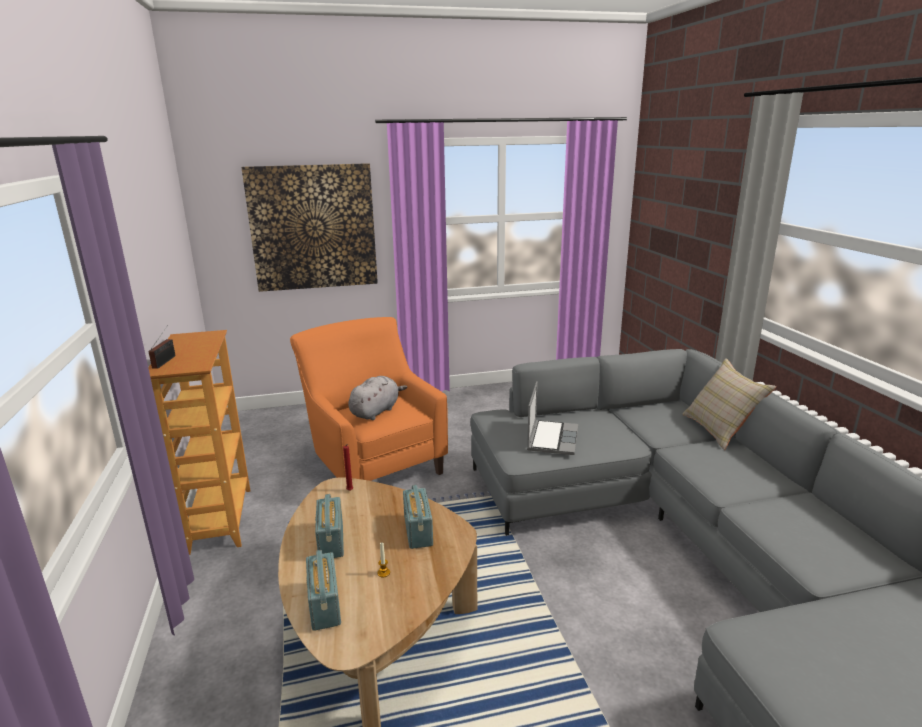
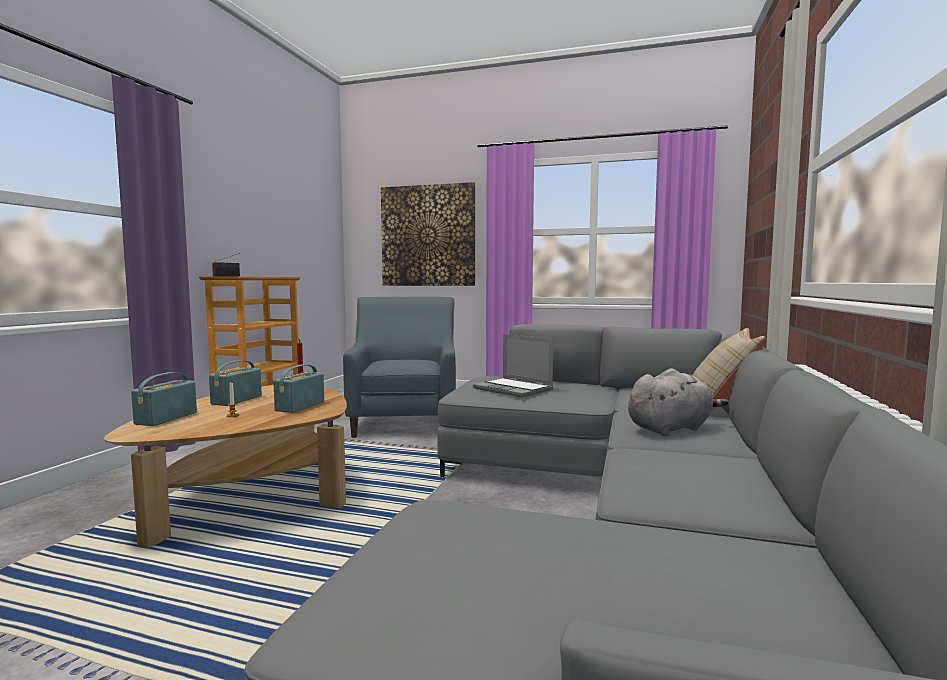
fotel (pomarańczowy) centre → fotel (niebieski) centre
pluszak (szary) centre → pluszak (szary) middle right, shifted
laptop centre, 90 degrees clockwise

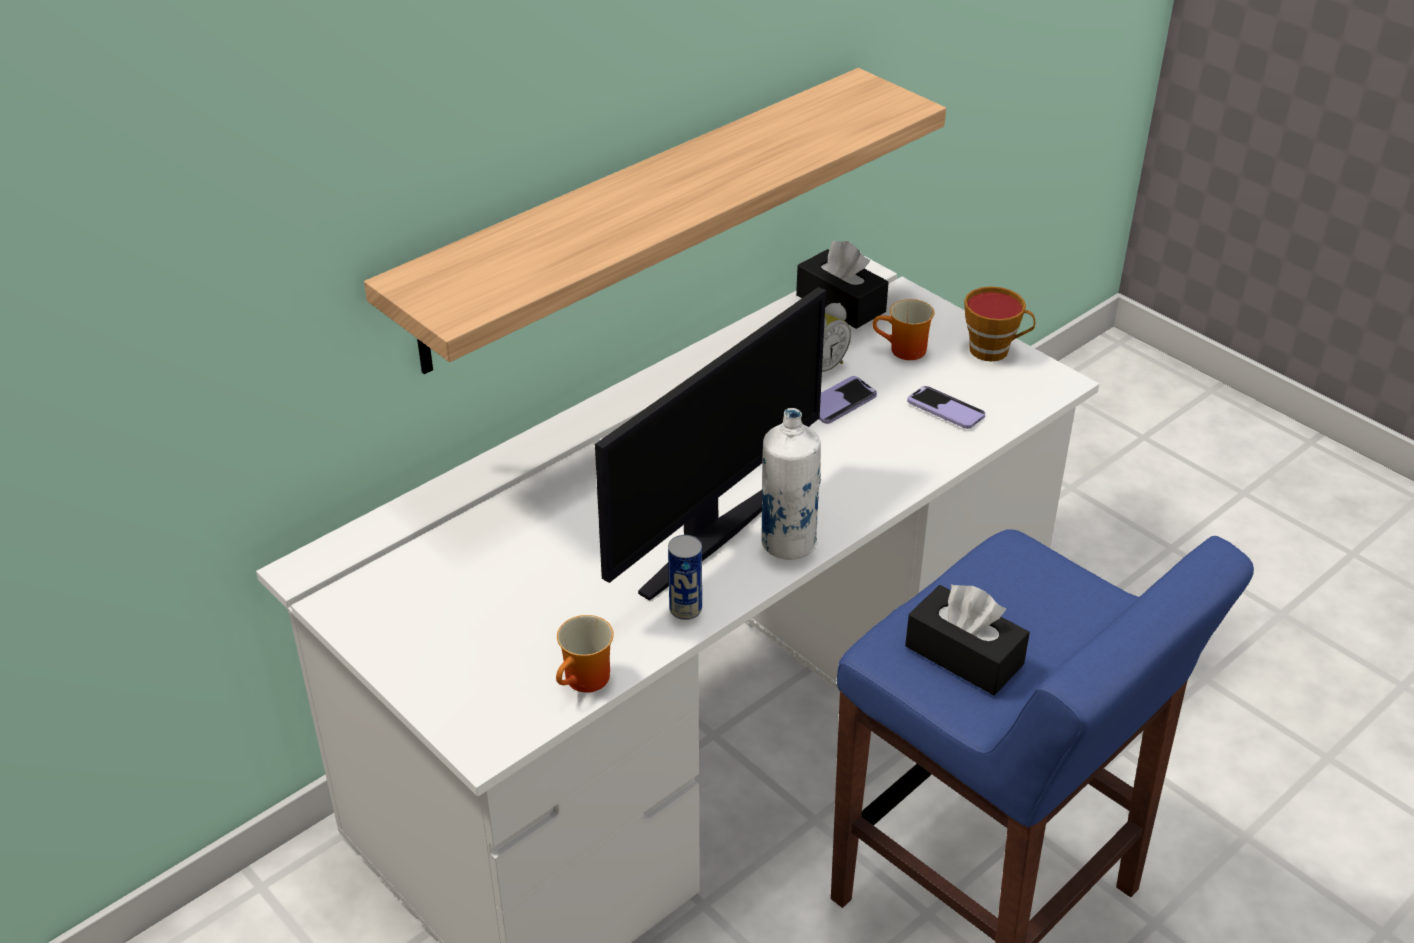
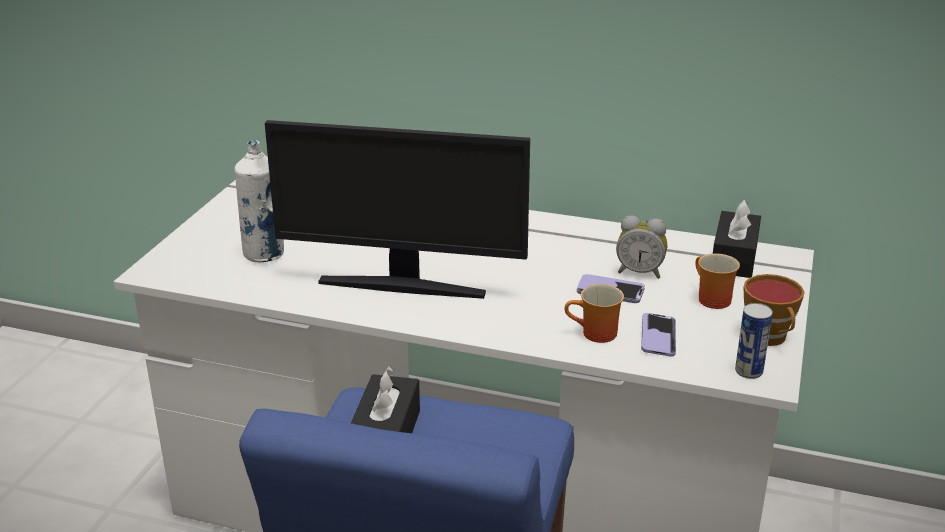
półka top centre → -
kubek (no. 1 from left) bottom centre → kubek (no. 1 from left) centre, shifted
puszka centre → puszka middle right, shifted
butelka (biały) centre → butelka (biały) middle left, shifted

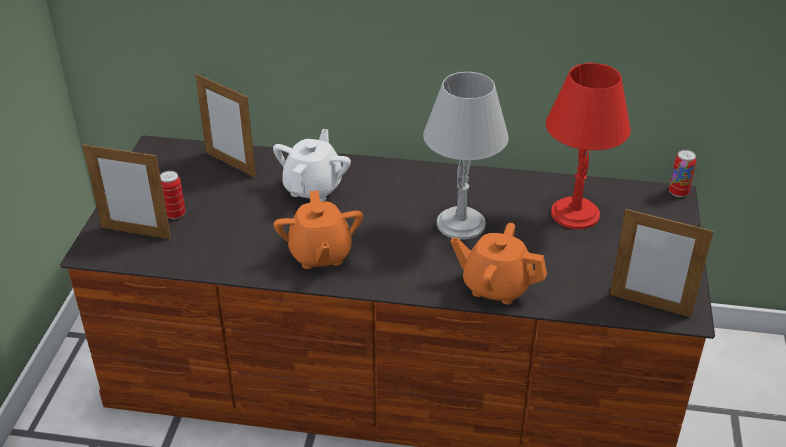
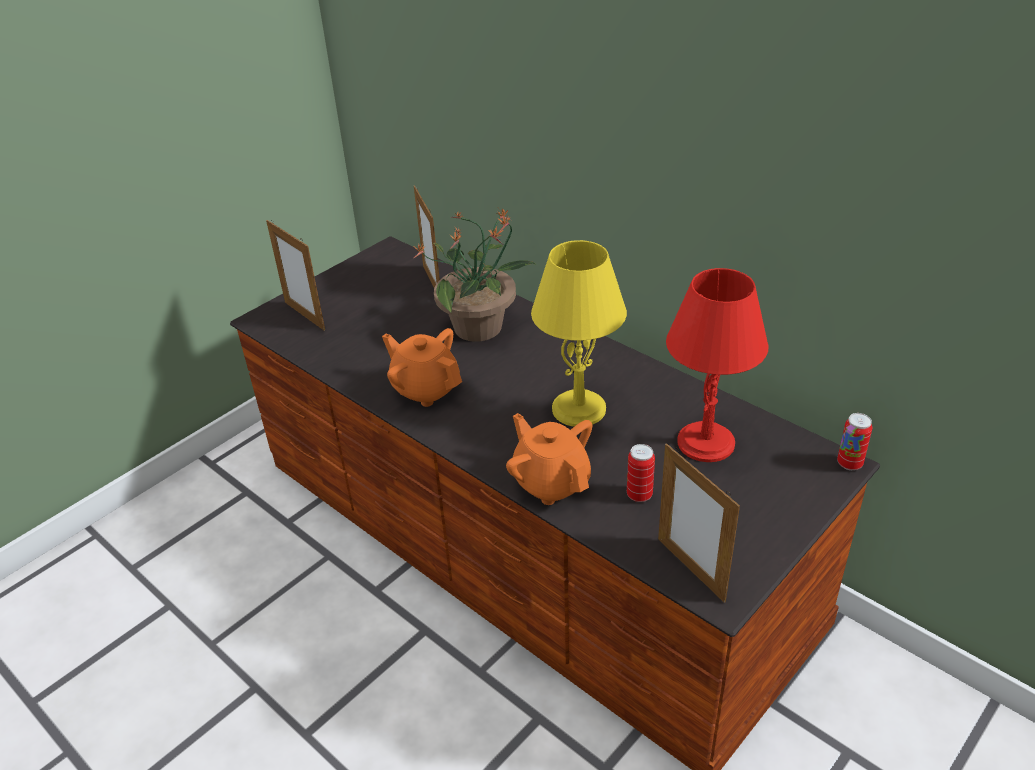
puszka (no. 1 from left) middle left → puszka (no. 1 from left) centre, shifted
imbryk (biały) centre → roślina doniczkowa centre
imbryk (pomarańczowy) (no. 1 from left) centre, 105 degrees clockwise
lampa stołowa (szary) centre → lampa stołowa (żółty) centre

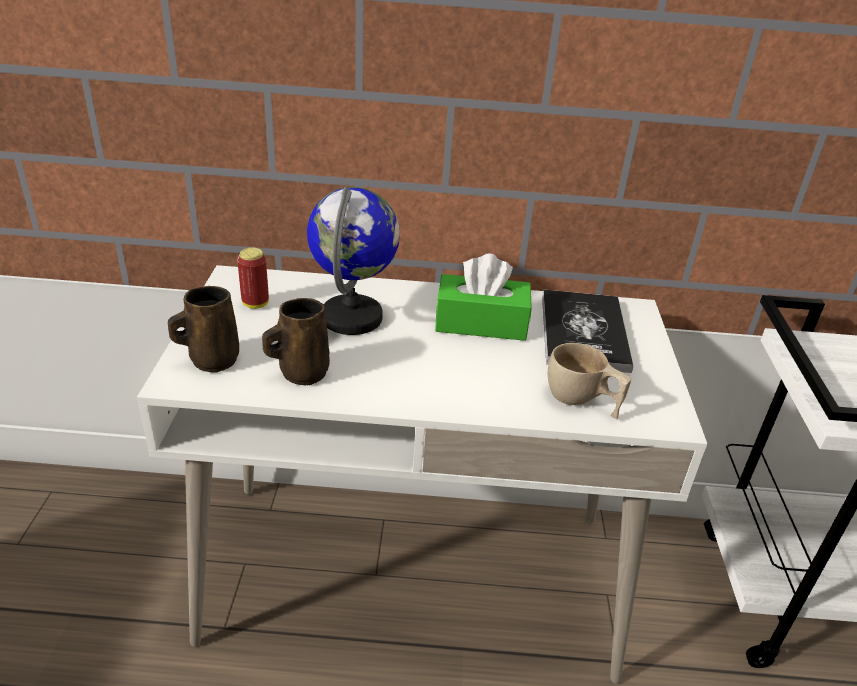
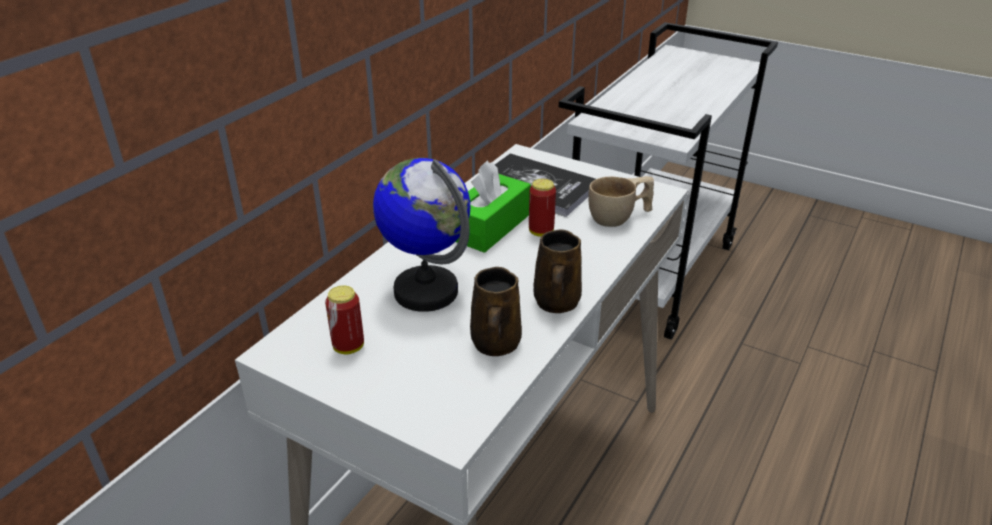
kubek (brązowy) (no. 1 from left in the first image) middle left → kubek (brązowy) (no. 2 from left) centre, shifted
- → puszka (no. 2 from left) centre

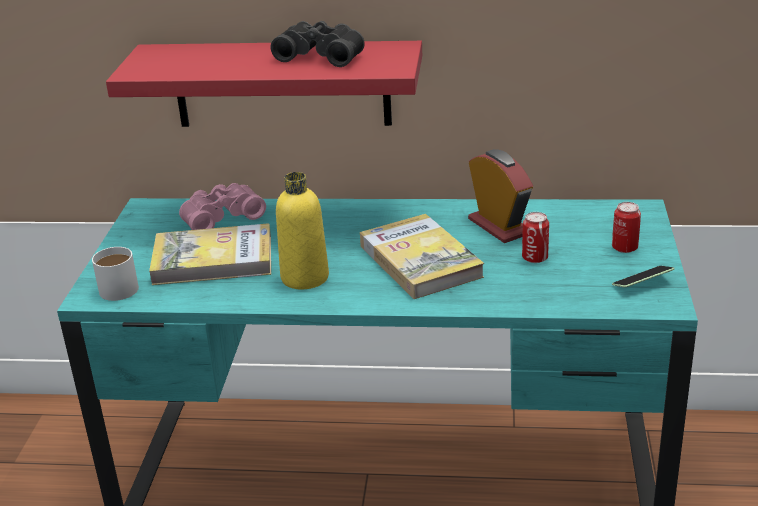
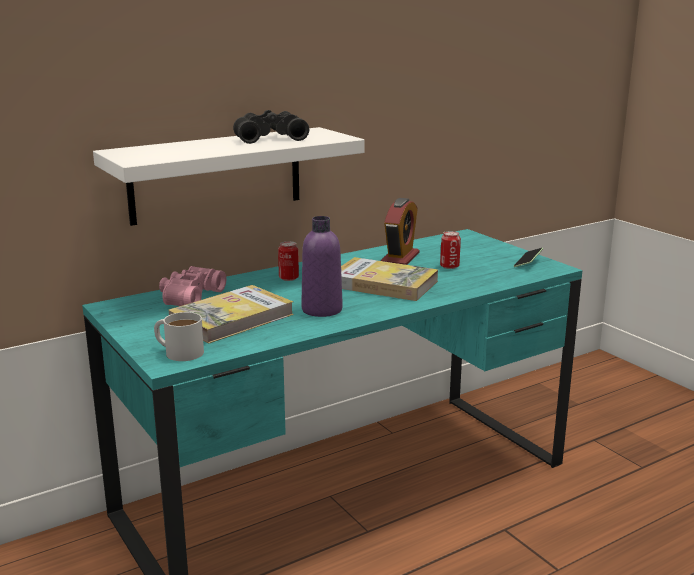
półka (czerwony) top centre → półka (biały) top left
butelka (żółty) centre → butelka (fioletowy) centre
budzik centre, 90 degrees clockwise
puszka (no. 2 from left in the first image) middle right → puszka (no. 1 from left) centre, shifted

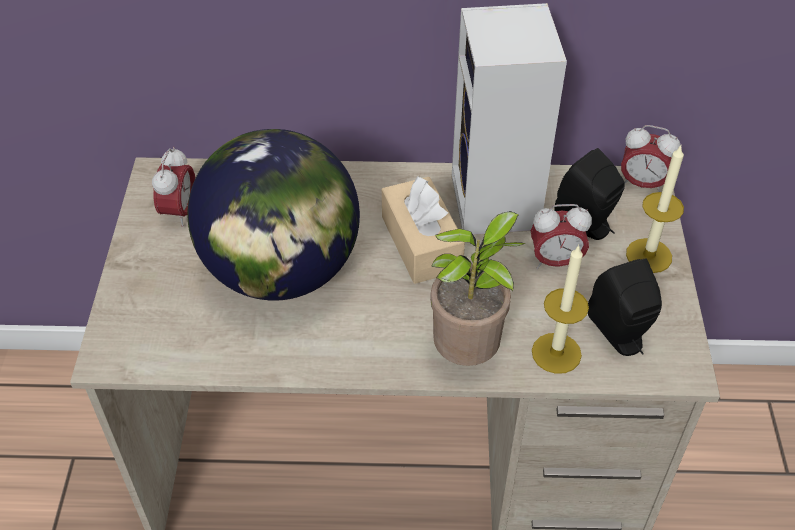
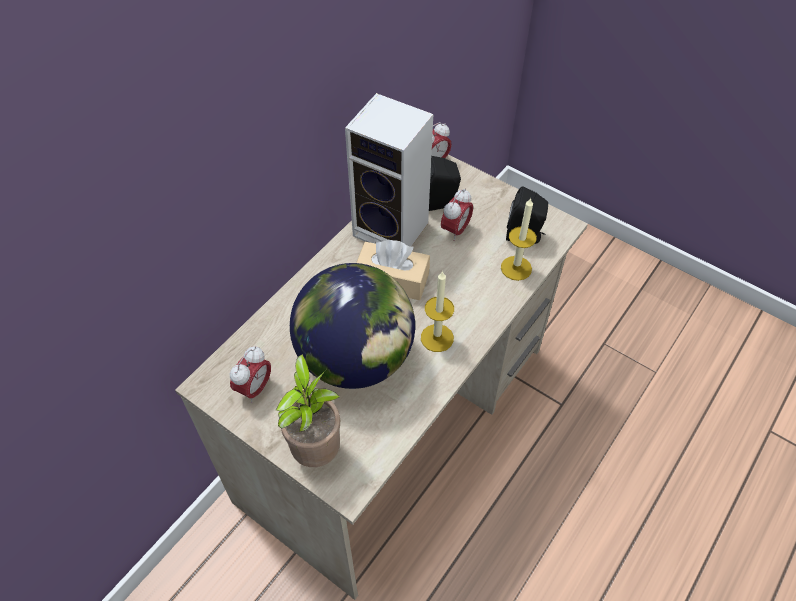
budzik (no. 1 from left) middle left, 75 degrees clockwise
roślina doniczkowa centre → roślina doniczkowa bottom centre, shifted
świeca (no. 2 from left in the first image) middle right → świeca (no. 1 from left) centre, shifted

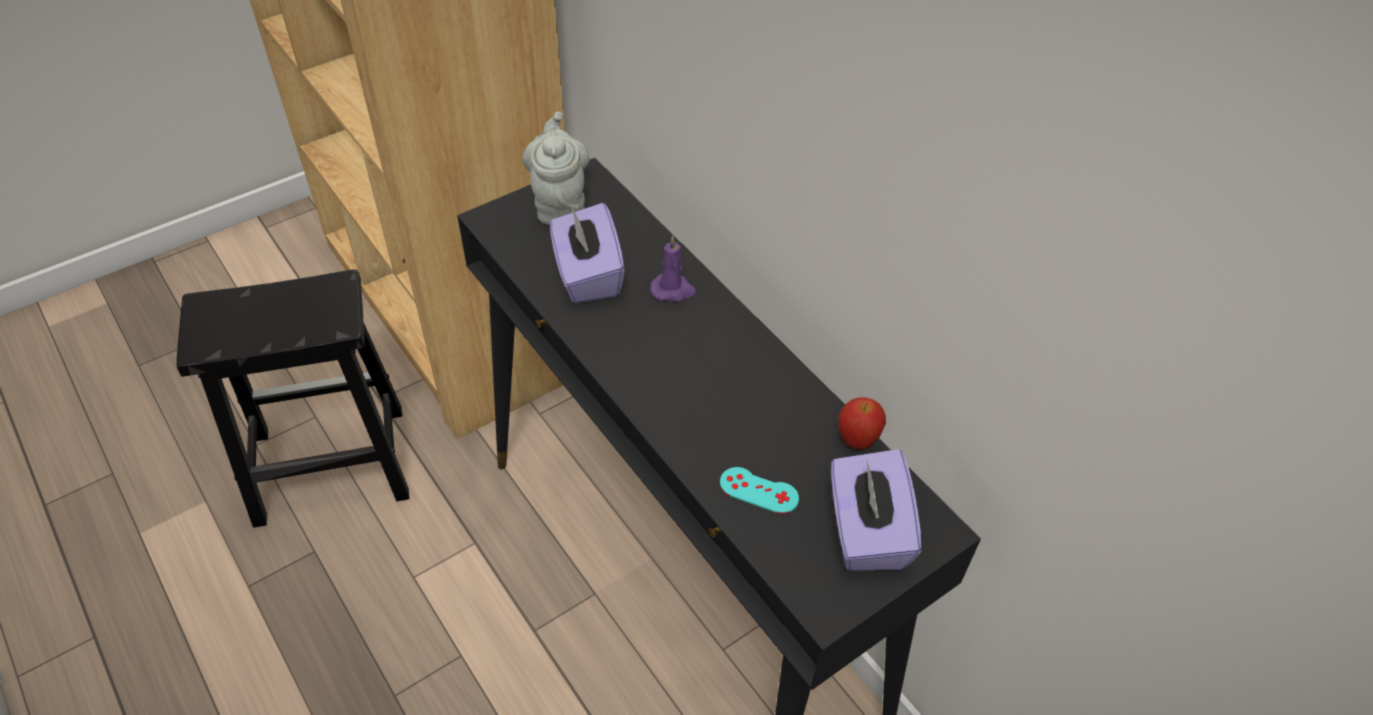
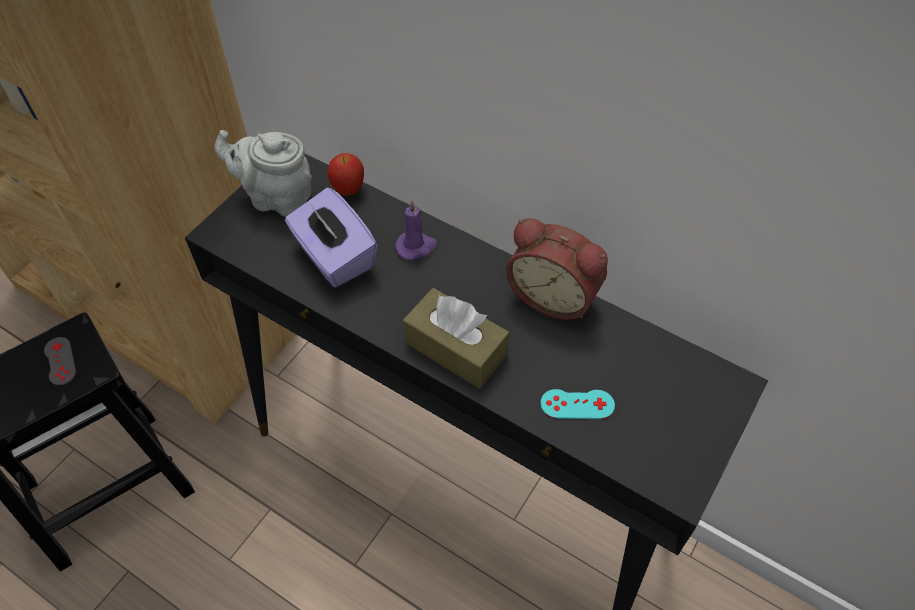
imbryk (szary) top centre → imbryk (szary) top left, 45 degrees counterclockwise
pudełko chusteczek (fioletowy) (no. 2 from left) bottom centre → -
jabłko centre → jabłko top centre, shifted
- → pad do gier (szary) middle left
- → pudełko chusteczek (brązowy) centre
- → budzik centre

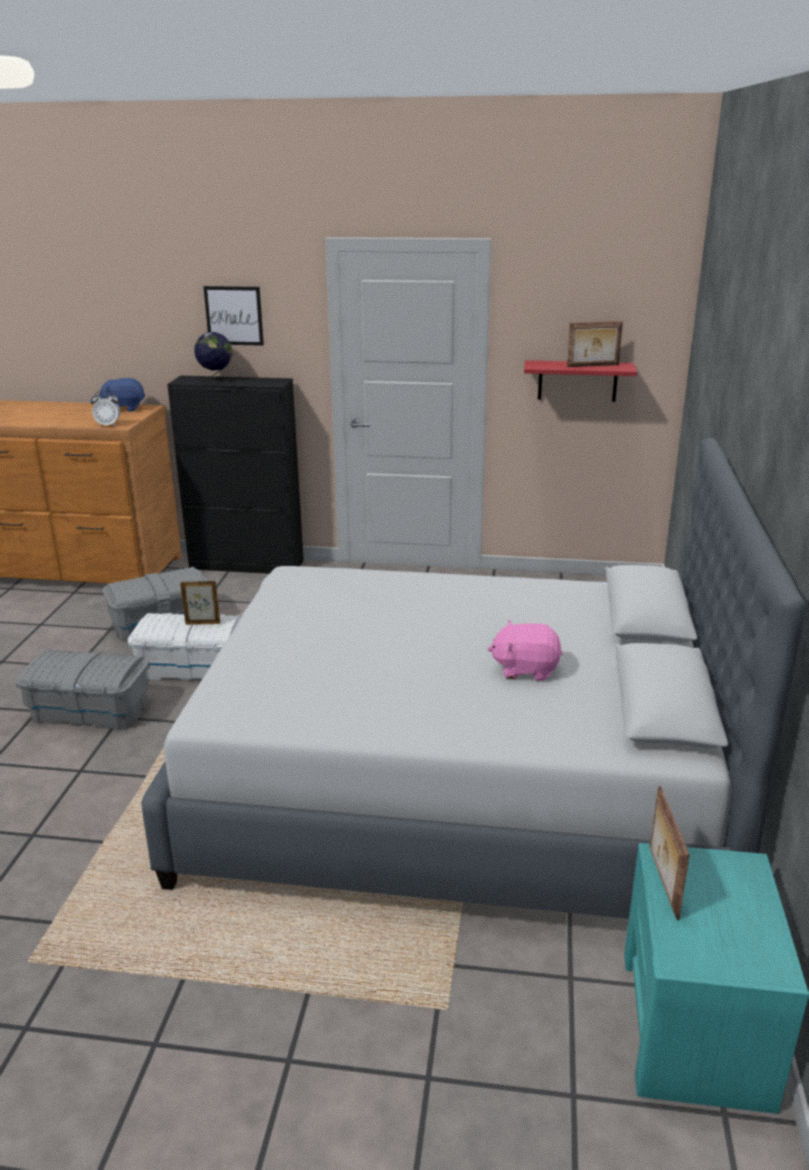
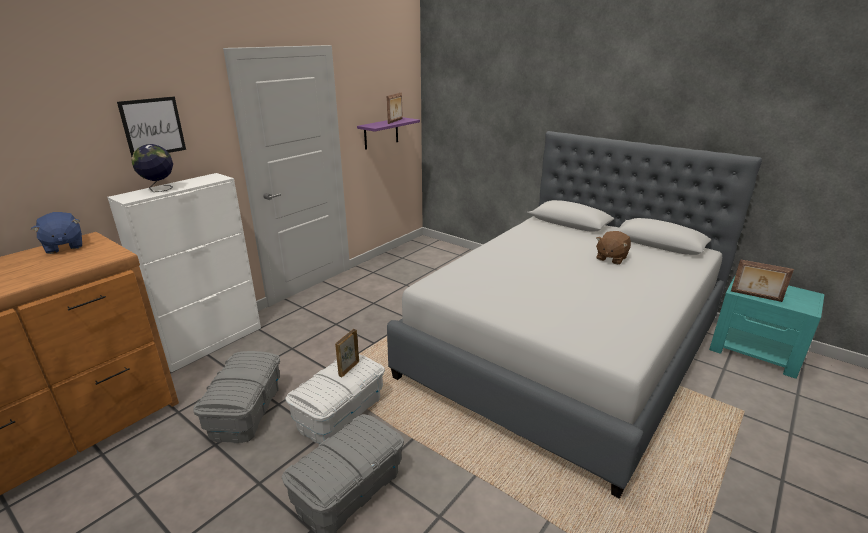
budzik middle left → -
pluszak (niebieski) middle left, 60 degrees counterclockwise
szafka (czarny) middle left → szafka (biały) middle left
pluszak (różowy) centre → pluszak (brązowy) middle right
półka (czerwony) top right → półka (fioletowy) top centre

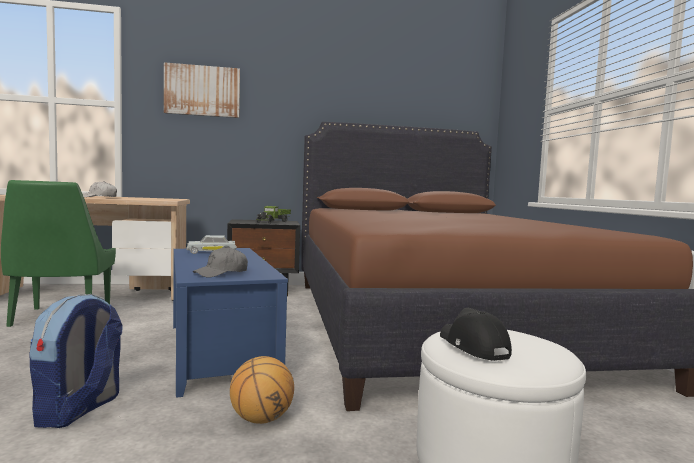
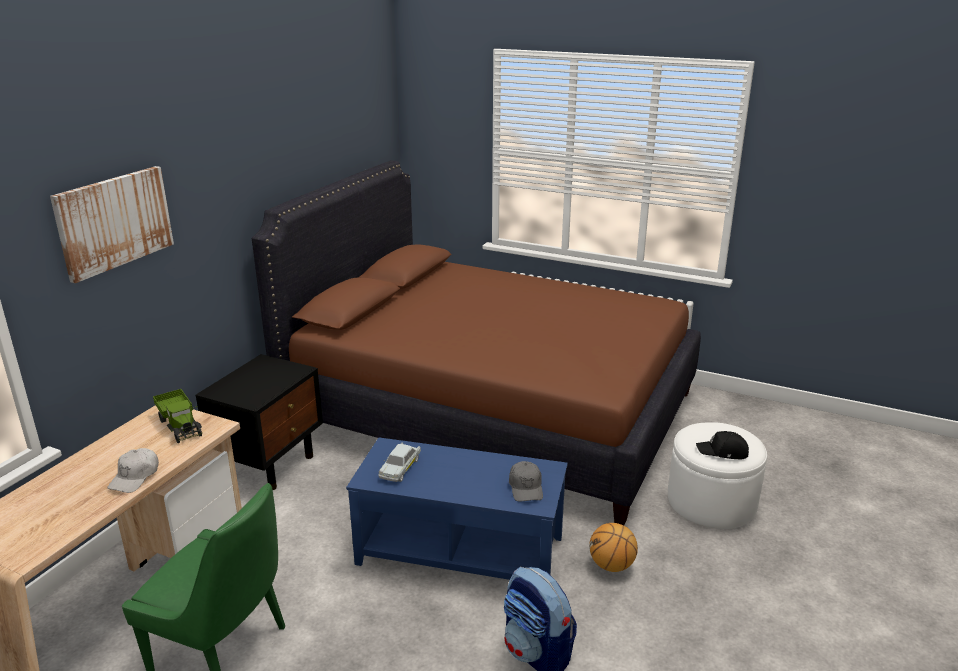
ciężarówka zabawkowa centre → ciężarówka zabawkowa middle left, shifted

